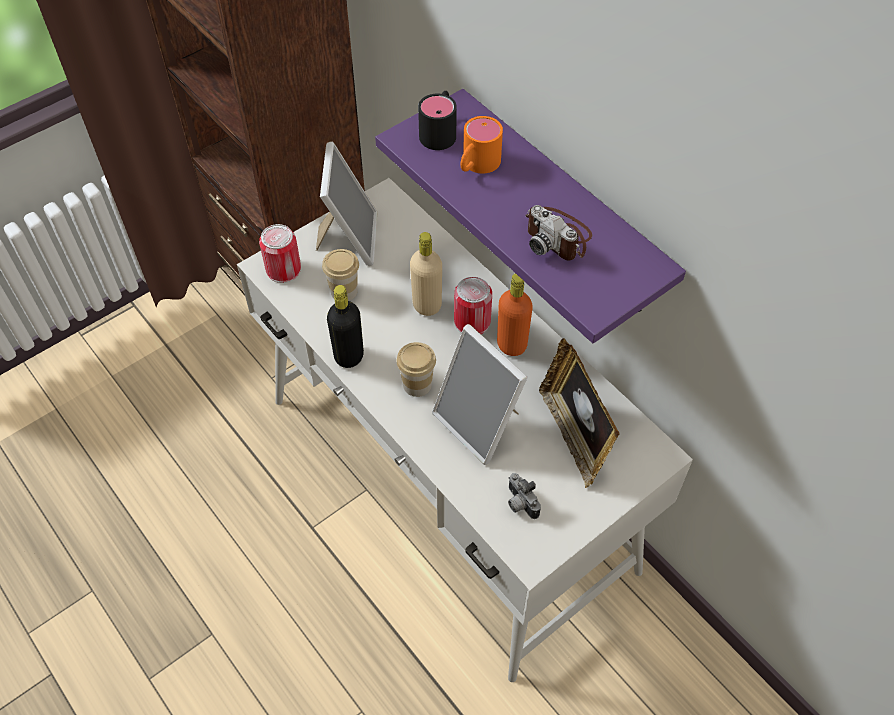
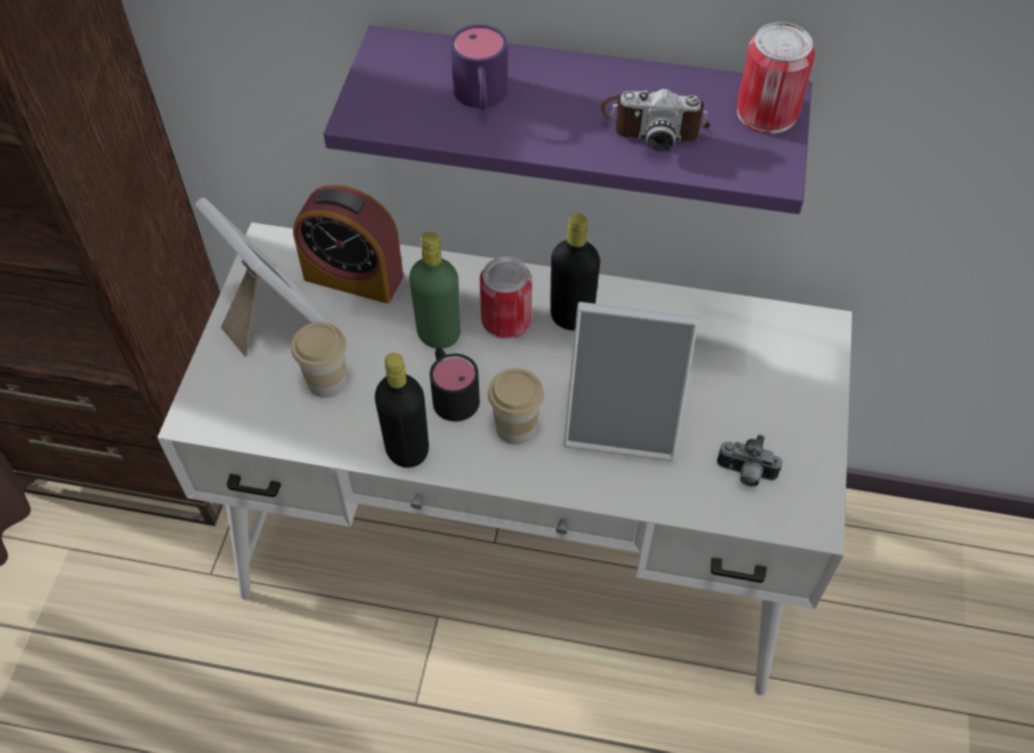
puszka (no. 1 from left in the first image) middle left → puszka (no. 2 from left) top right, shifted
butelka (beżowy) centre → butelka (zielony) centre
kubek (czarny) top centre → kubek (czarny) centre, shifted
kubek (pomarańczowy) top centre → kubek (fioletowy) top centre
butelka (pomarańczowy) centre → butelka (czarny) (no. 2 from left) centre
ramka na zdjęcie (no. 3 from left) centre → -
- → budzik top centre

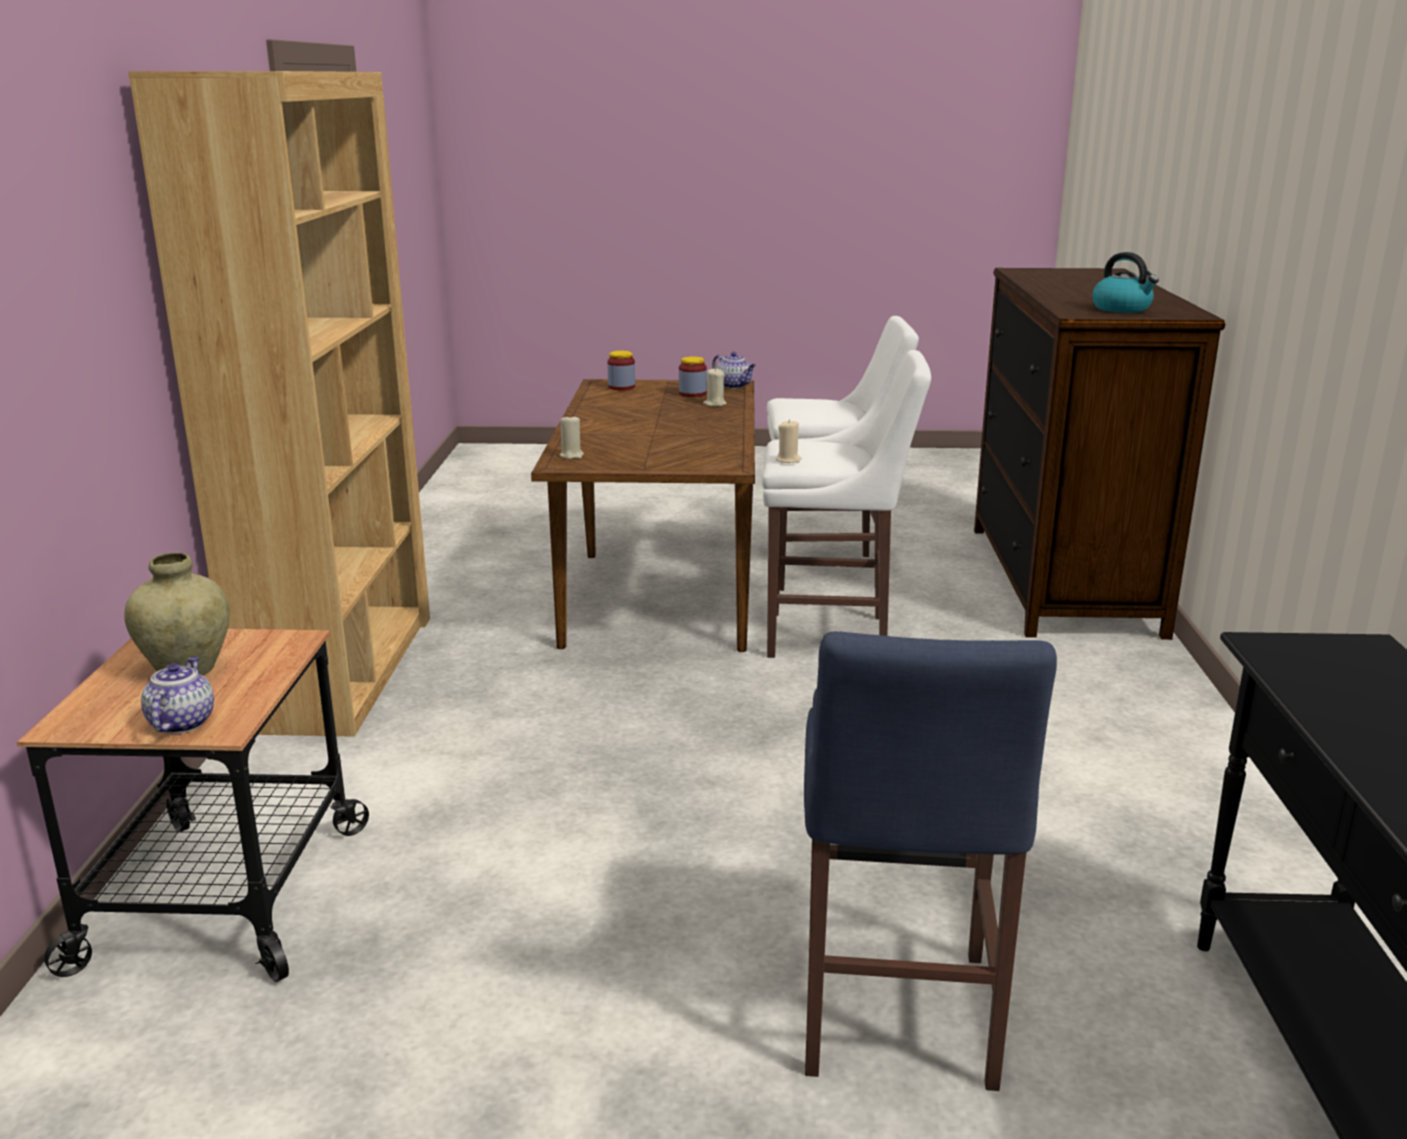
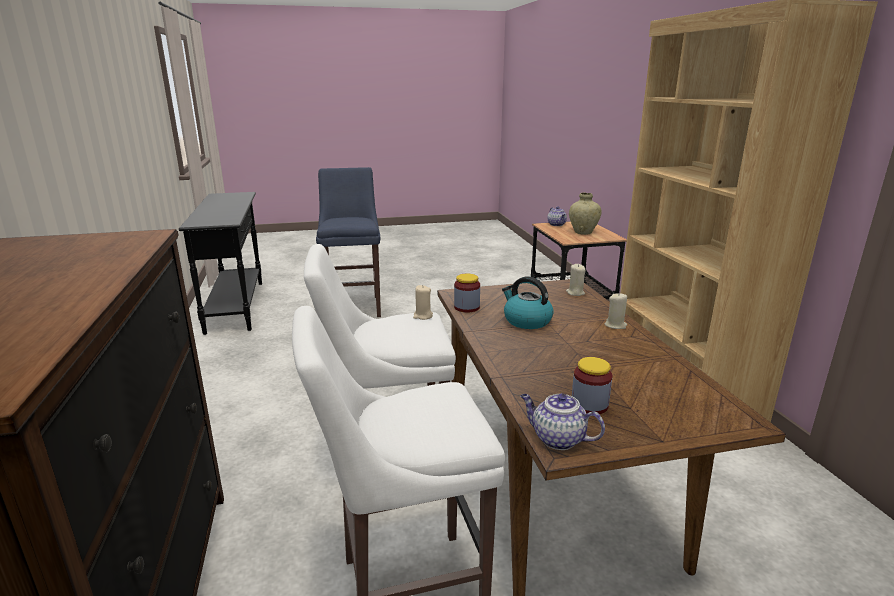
słoik (no. 1 from left) top centre → słoik (no. 1 from left) centre, shifted
świeca (beżowy) (no. 2 from left in the first image) centre → świeca (beżowy) (no. 3 from left) middle right, shifted
czajnik top right → czajnik centre, shifted

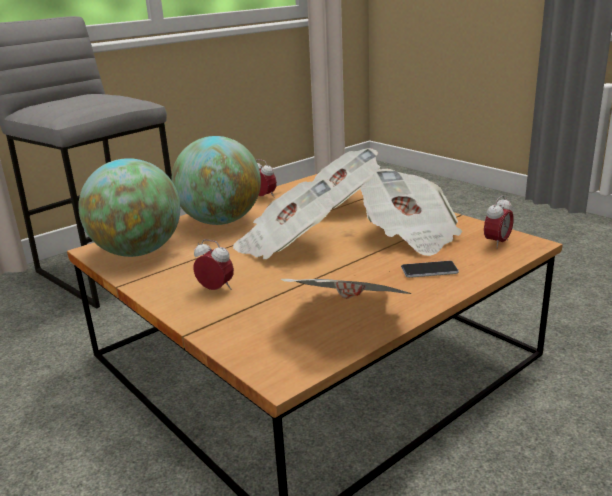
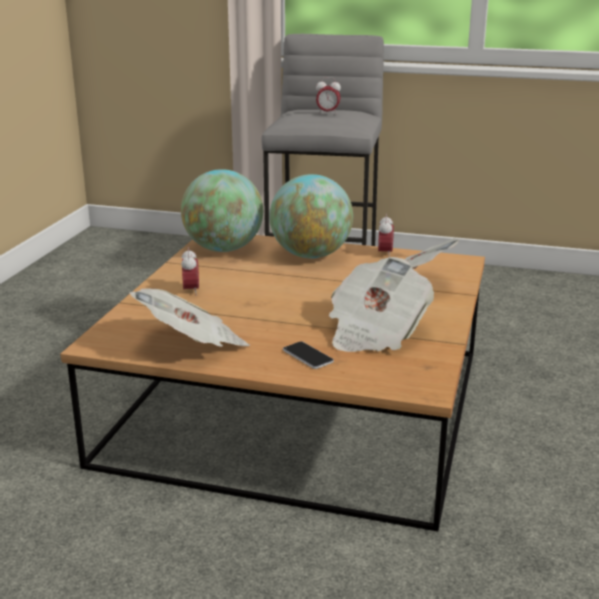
gazeta (no. 1 from left) centre → -
budzik (no. 3 from left in the first image) middle right → budzik (no. 2 from left) top centre, shifted

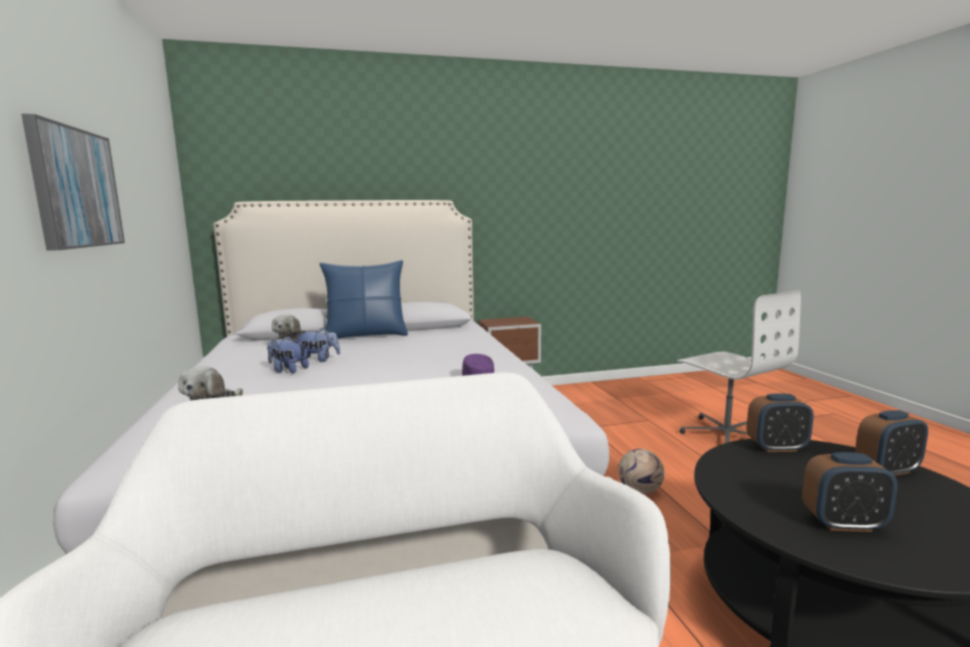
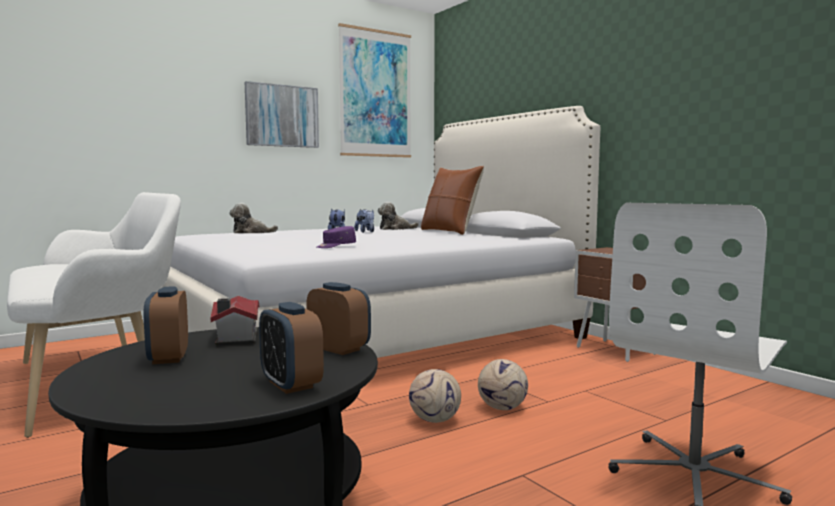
poduszka (niebieski) centre → poduszka (brązowy) centre
budzik (no. 1 from left in the first image) middle right → budzik (no. 3 from left) centre, 150 degrees clockwise
- → domek middle left
- → obraz (no. 2 from left) top centre
- → piłka futbolowa (no. 2 from left) bottom centre

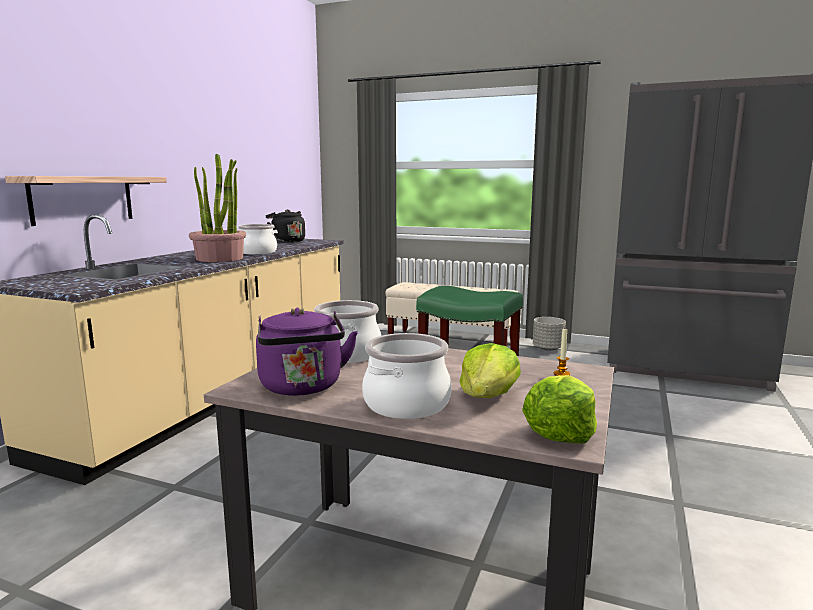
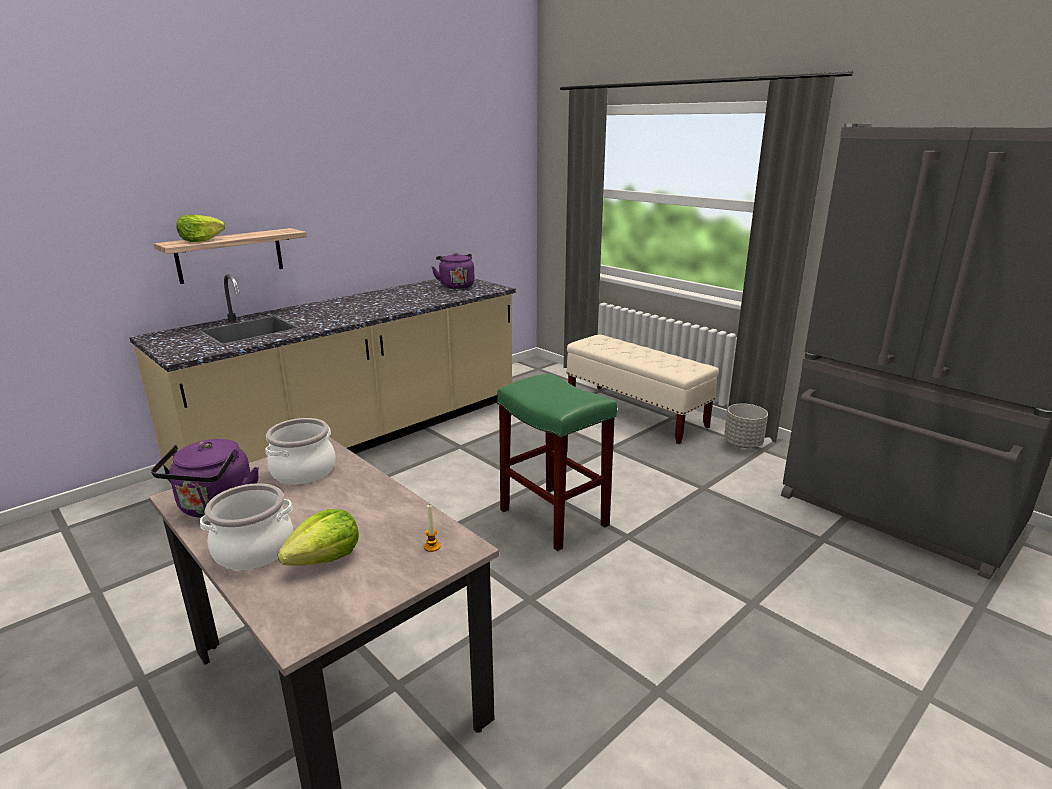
roślina doniczkowa middle left → -
garnek (no. 1 from left) middle left → -
czajnik (czarny) centre → czajnik (fioletowy) (no. 2 from left) centre
sałata (no. 2 from left in the first image) bottom right → sałata (no. 1 from left) top left, shifted

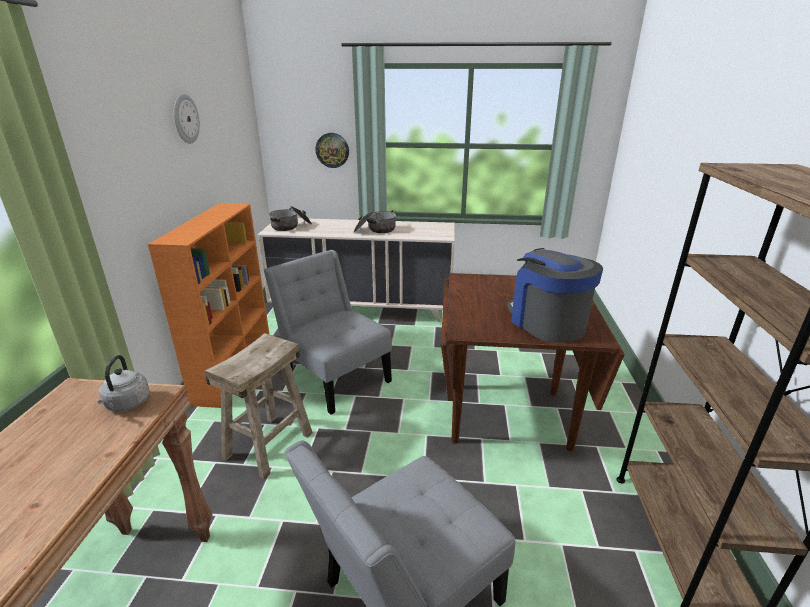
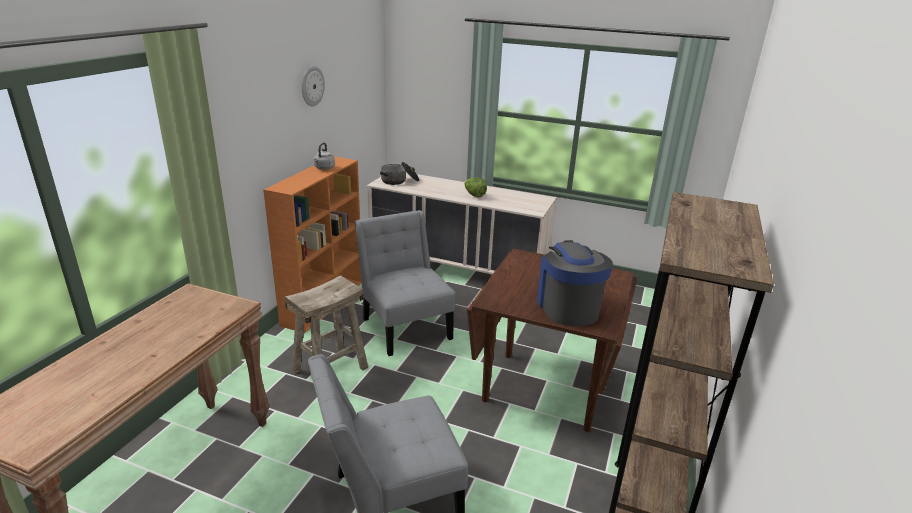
czajnik (szary) middle left → czajnik (szary) top centre, shifted
zegar ścienny (no. 2 from left) top centre → -
garnek (no. 2 from left) centre → sałata centre

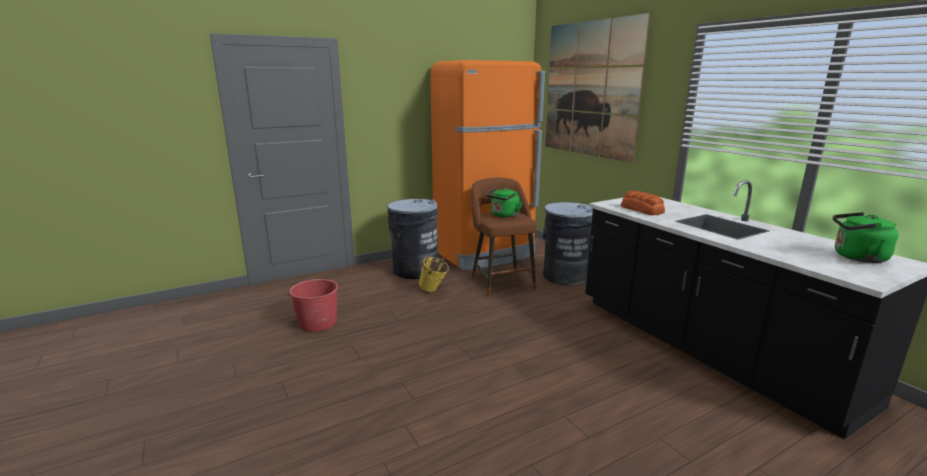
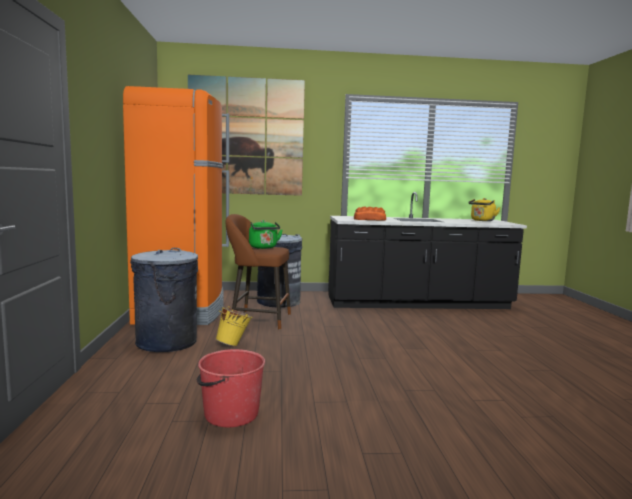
czajnik (zielony) (no. 2 from left) middle right → czajnik (żółty) middle right

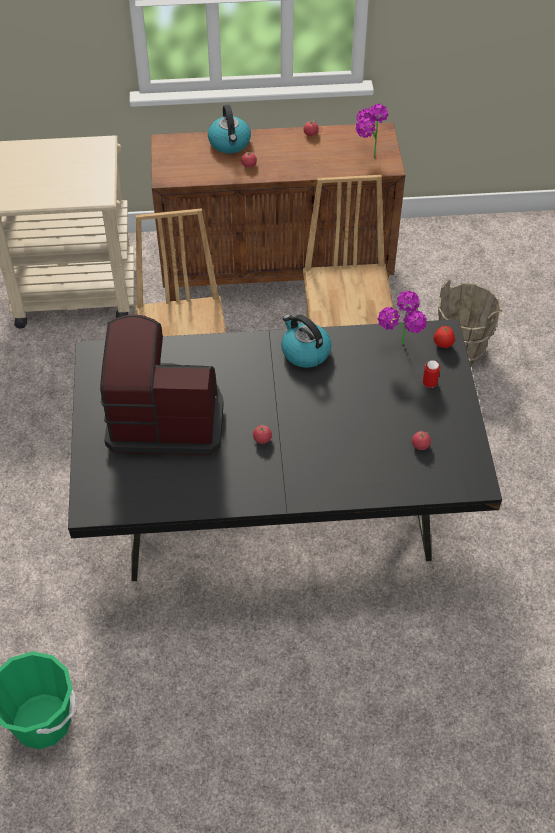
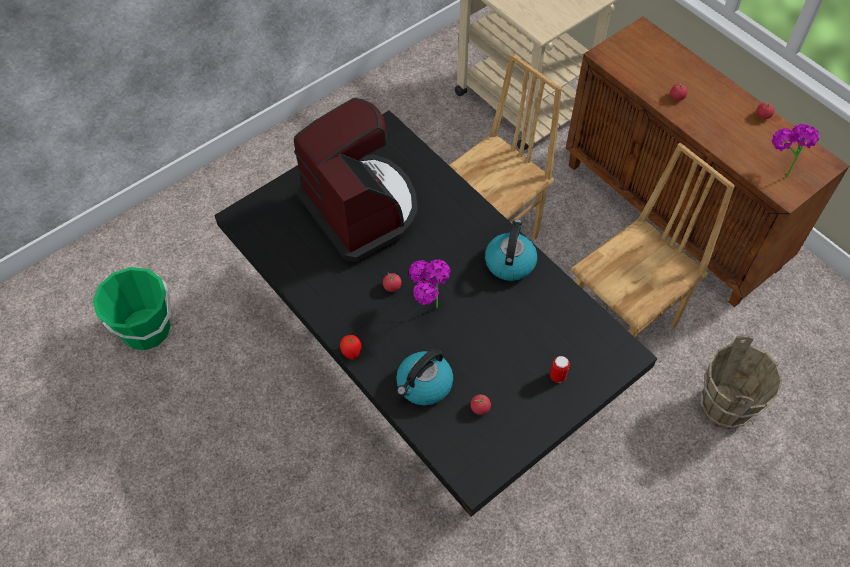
czajnik (no. 1 from left) top centre → czajnik (no. 1 from left) centre, shifted
roślina doniczkowa (no. 2 from left in the first image) middle right → roślina doniczkowa (no. 1 from left) centre, shifted
pomidor (no. 5 from left in the first image) middle right → pomidor (no. 1 from left) centre, shifted

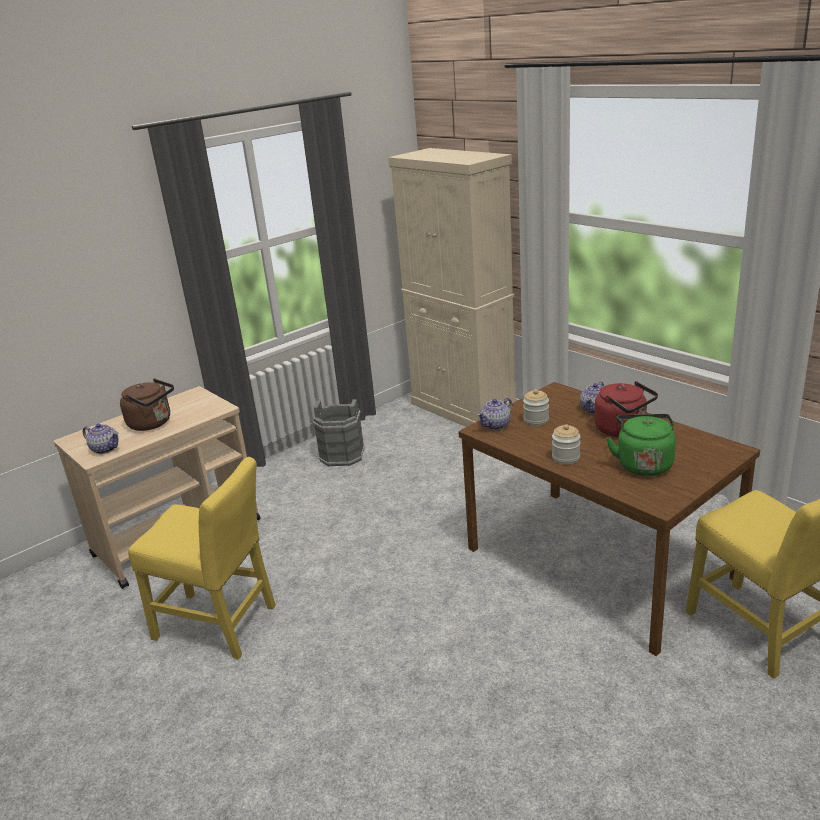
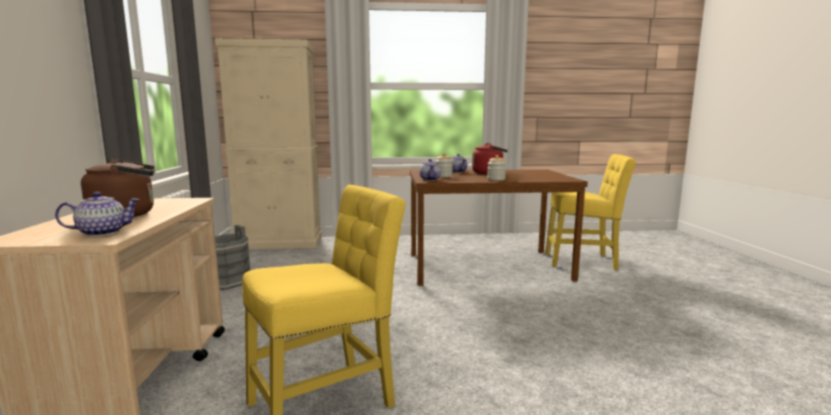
czajnik (zielony) middle right → -

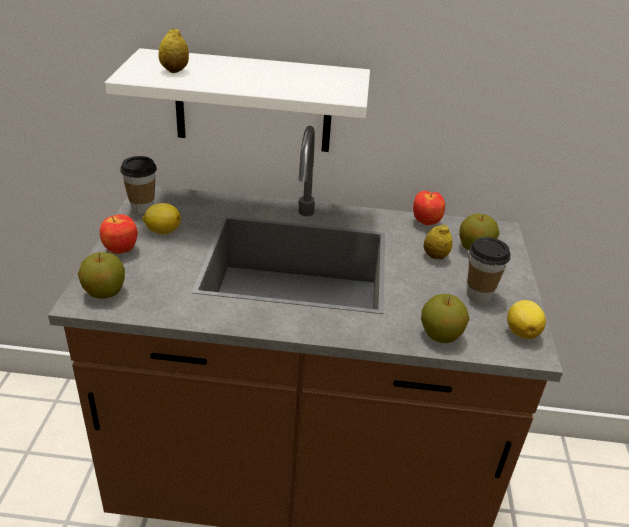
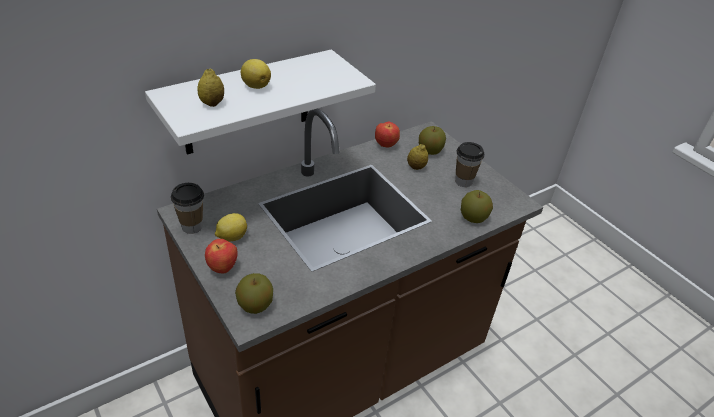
cytryna (no. 4 from left in the first image) middle right → cytryna (no. 3 from left) top centre, shifted

